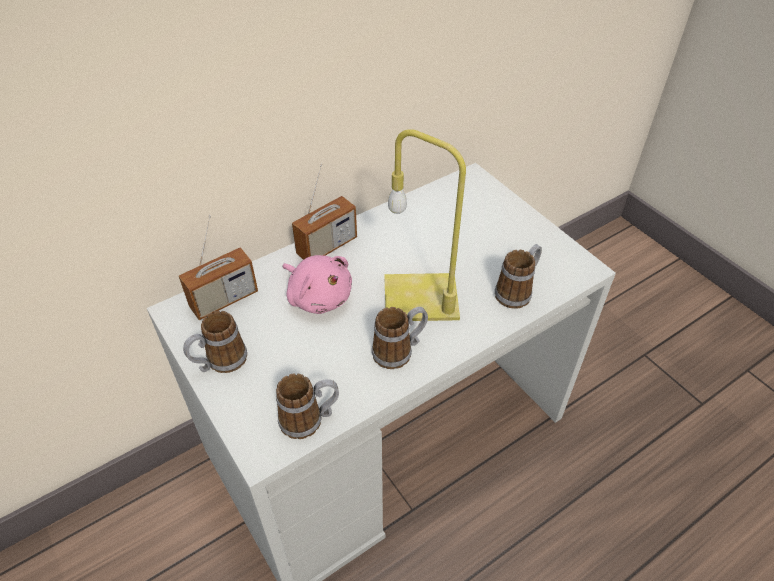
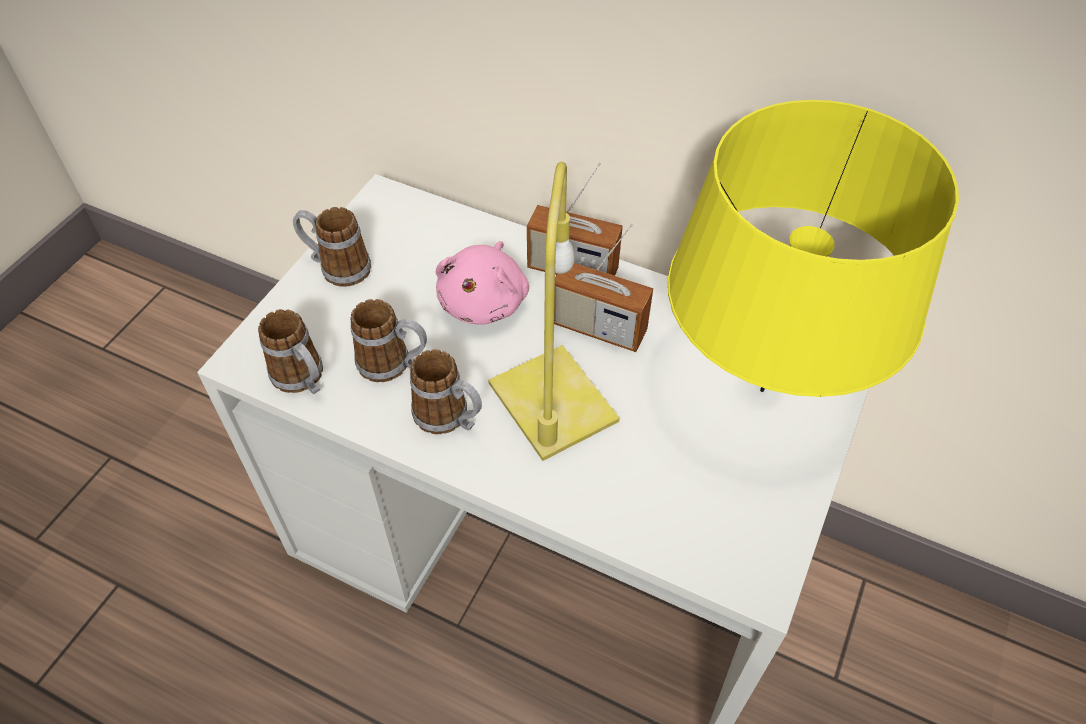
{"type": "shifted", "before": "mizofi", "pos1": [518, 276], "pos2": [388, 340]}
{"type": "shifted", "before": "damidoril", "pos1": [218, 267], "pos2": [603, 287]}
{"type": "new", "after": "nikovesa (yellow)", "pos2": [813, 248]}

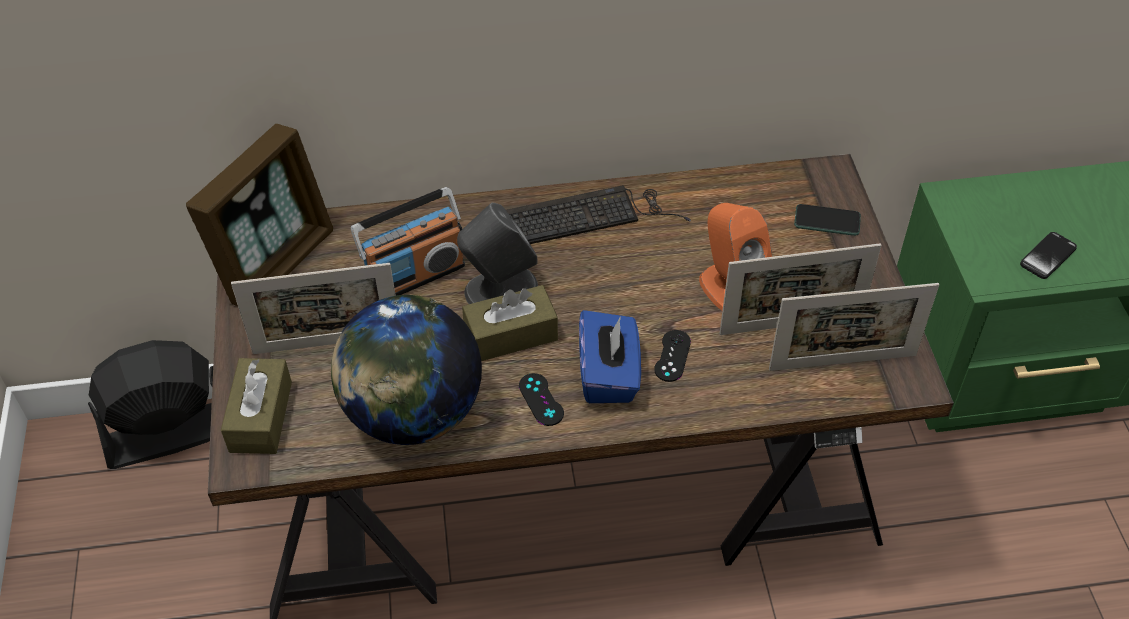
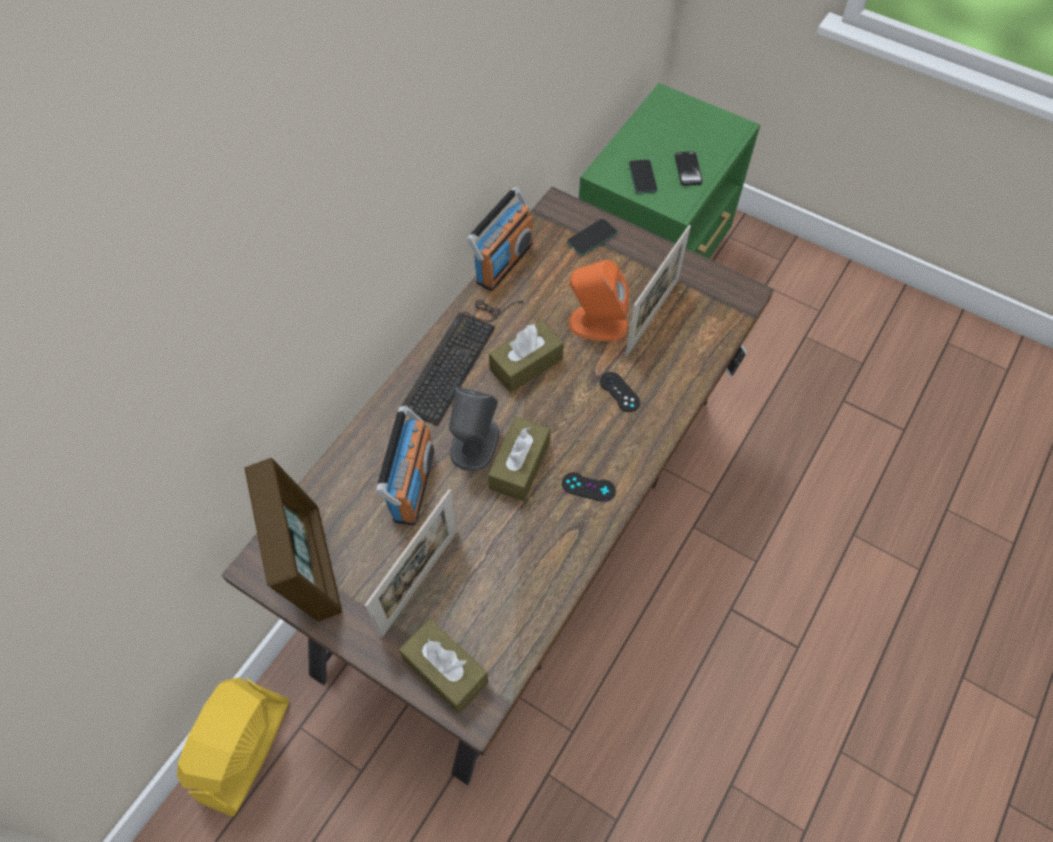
{"type": "repainted", "before": "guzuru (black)", "after": "guzuru (yellow)", "pos1": [150, 404], "pos2": [233, 747]}
{"type": "new", "after": "damidoril", "pos2": [500, 239]}
{"type": "new", "after": "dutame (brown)", "pos2": [526, 356]}
{"type": "new", "after": "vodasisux", "pos2": [643, 176]}
{"type": "gone", "before": "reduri", "pos1": [406, 370]}
{"type": "gone", "before": "dutame (blue)", "pos1": [610, 356]}
{"type": "gone", "before": "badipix", "pos1": [854, 327]}

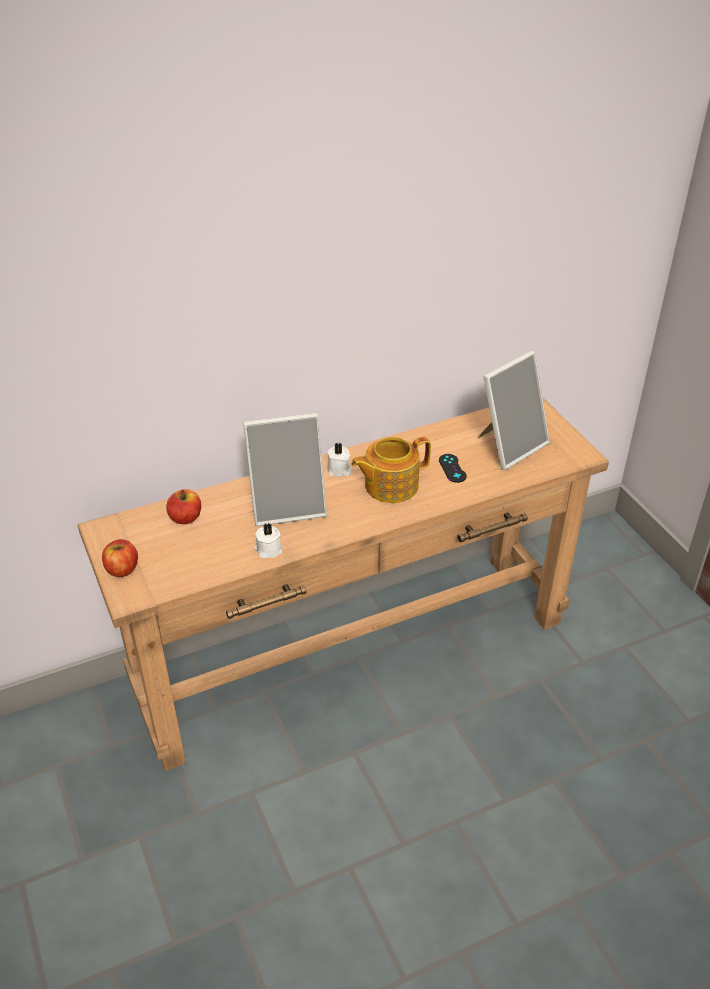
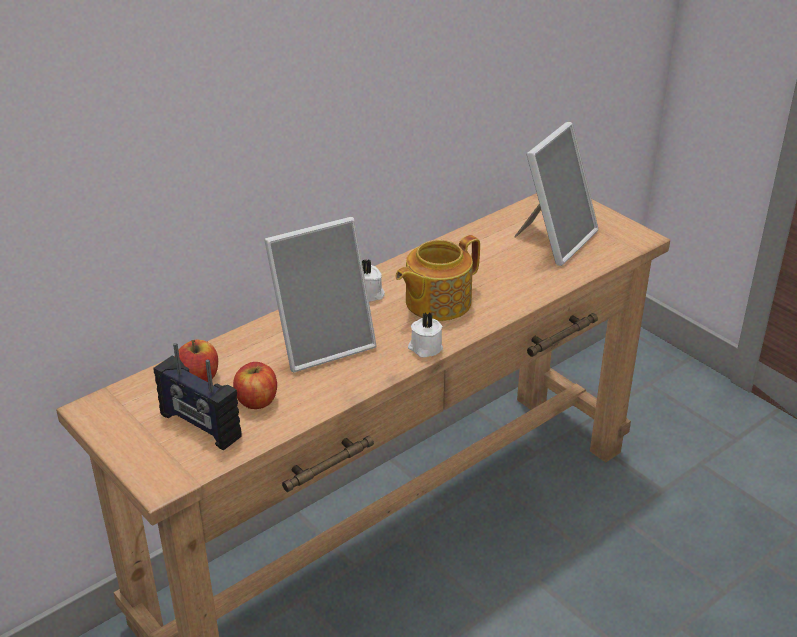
{"type": "new", "after": "damidoril", "pos2": [198, 396]}
{"type": "shifted", "before": "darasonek", "pos1": [120, 558], "pos2": [255, 385]}
{"type": "shifted", "before": "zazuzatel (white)", "pos1": [268, 540], "pos2": [425, 334]}
{"type": "gone", "before": "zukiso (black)", "pos1": [453, 468]}

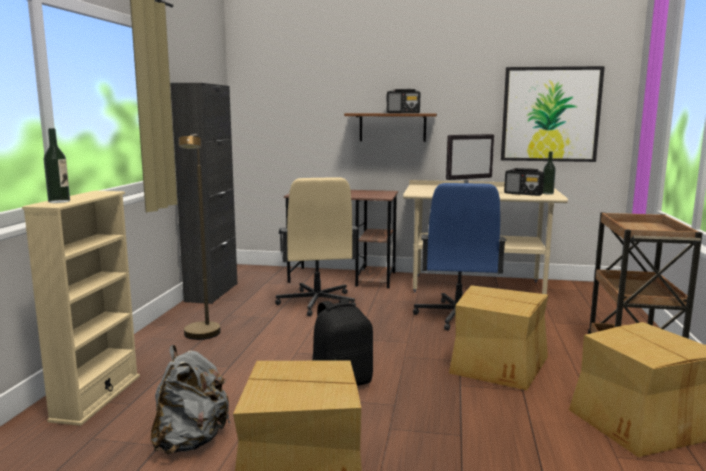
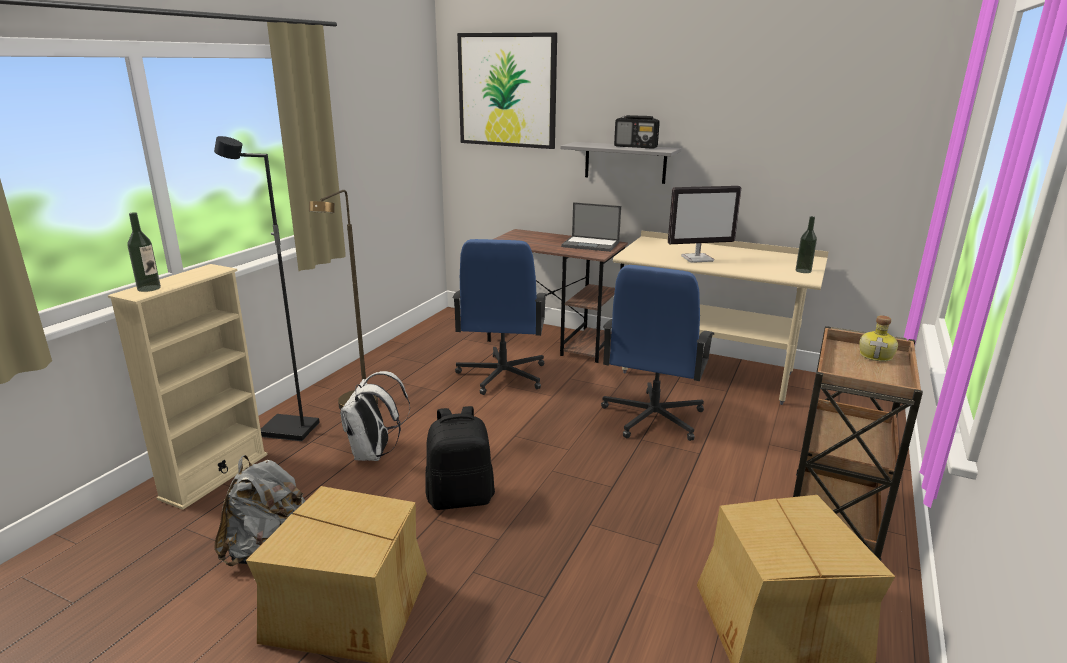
{"type": "new", "after": "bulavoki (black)", "pos2": [266, 288]}
{"type": "new", "after": "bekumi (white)", "pos2": [375, 416]}
{"type": "repainted", "before": "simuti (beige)", "after": "simuti (blue)", "pos1": [316, 246], "pos2": [499, 317]}
{"type": "shifted", "before": "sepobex", "pos1": [553, 114], "pos2": [507, 90]}
{"type": "repainted", "before": "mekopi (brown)", "after": "mekopi (grey)", "pos1": [390, 127], "pos2": [620, 163]}
{"type": "new", "after": "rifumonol", "pos2": [591, 227]}
{"type": "new", "after": "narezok", "pos2": [878, 338]}
{"type": "gone", "before": "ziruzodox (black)", "pos1": [203, 193]}
{"type": "gone", "before": "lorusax", "pos1": [498, 337]}
{"type": "gone", "before": "damidoril", "pos1": [524, 182]}

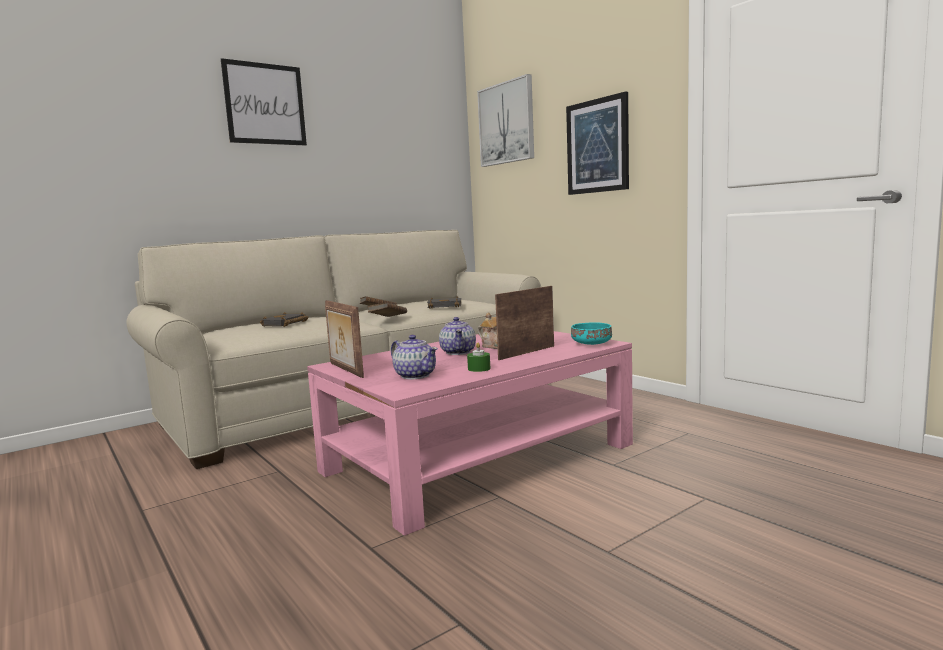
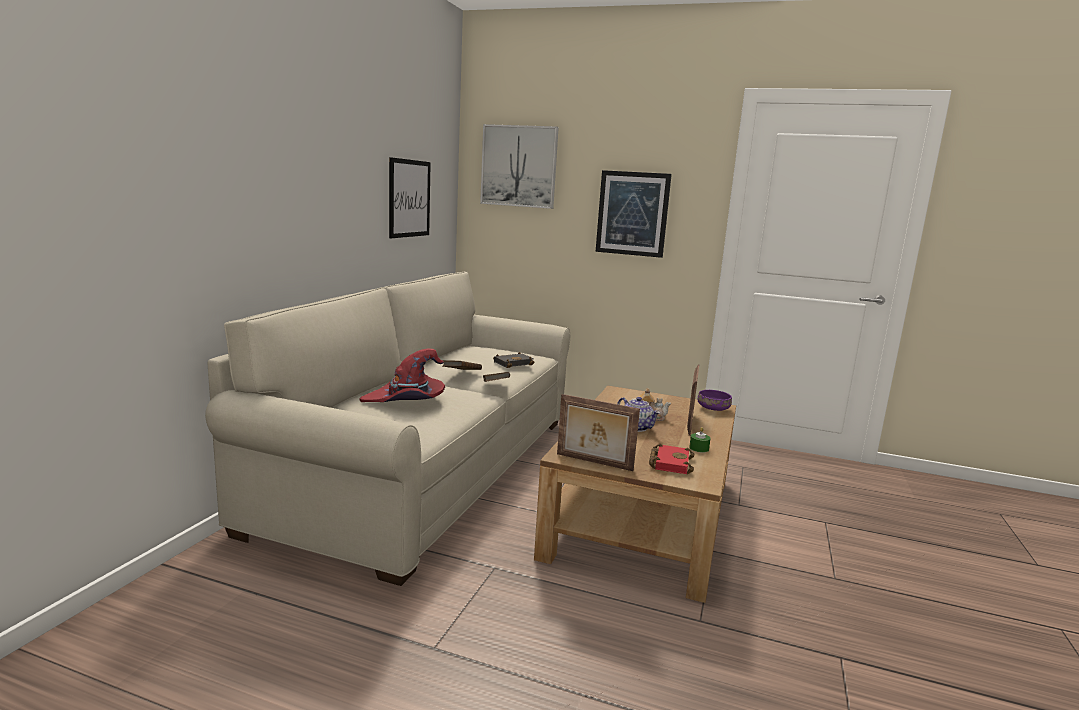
{"type": "swapped", "before": "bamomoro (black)", "after": "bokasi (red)", "pos1": [284, 319], "pos2": [402, 375]}
{"type": "shifted", "before": "sepobex", "pos1": [264, 102], "pos2": [410, 197]}
{"type": "repainted", "before": "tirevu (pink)", "after": "tirevu (brown)", "pos1": [470, 433], "pos2": [635, 494]}
{"type": "swapped", "before": "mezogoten", "after": "bamomoro (red)", "pos1": [414, 357], "pos2": [671, 459]}
{"type": "repainted", "before": "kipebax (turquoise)", "after": "kipebax (purple)", "pos1": [591, 333], "pos2": [715, 400]}

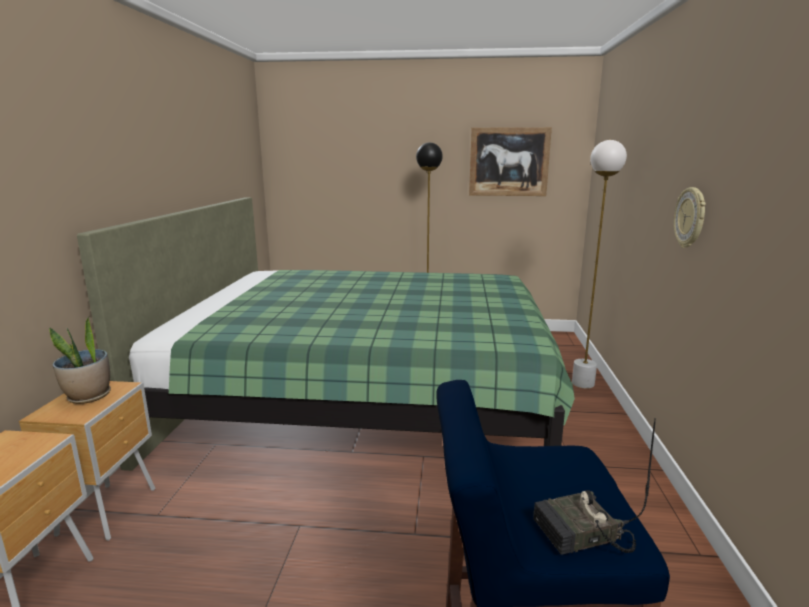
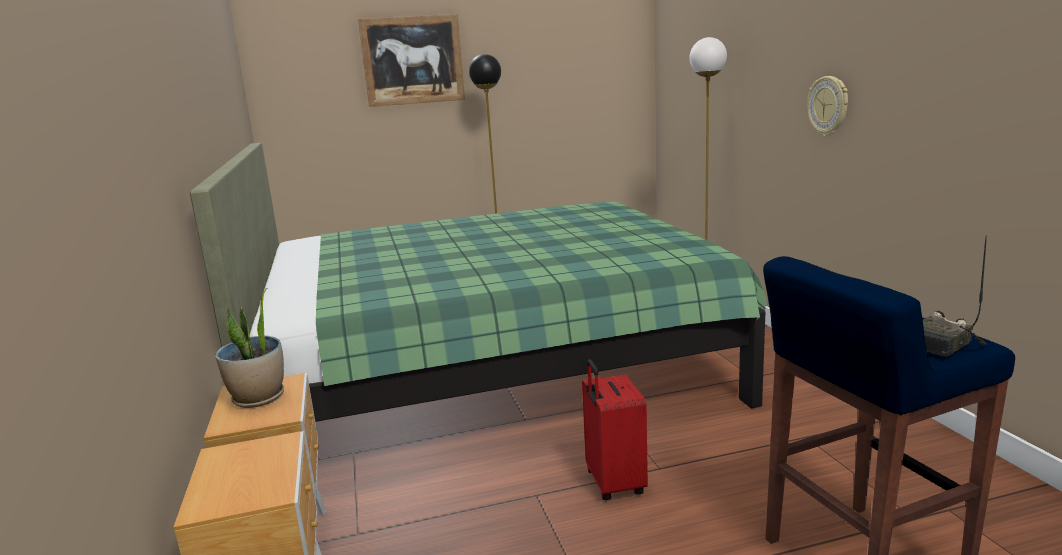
{"type": "shifted", "before": "sepobex", "pos1": [510, 161], "pos2": [411, 60]}
{"type": "new", "after": "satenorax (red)", "pos2": [615, 429]}

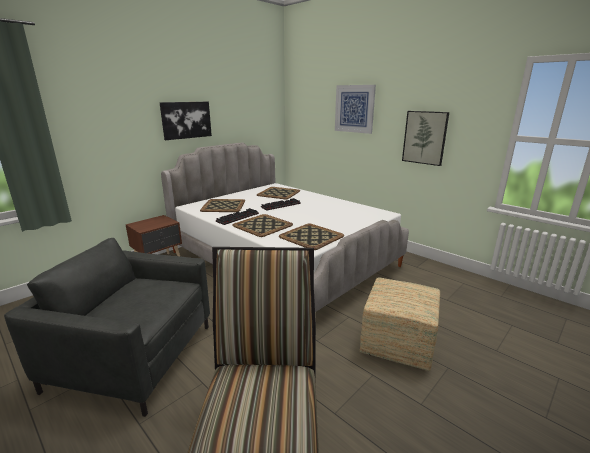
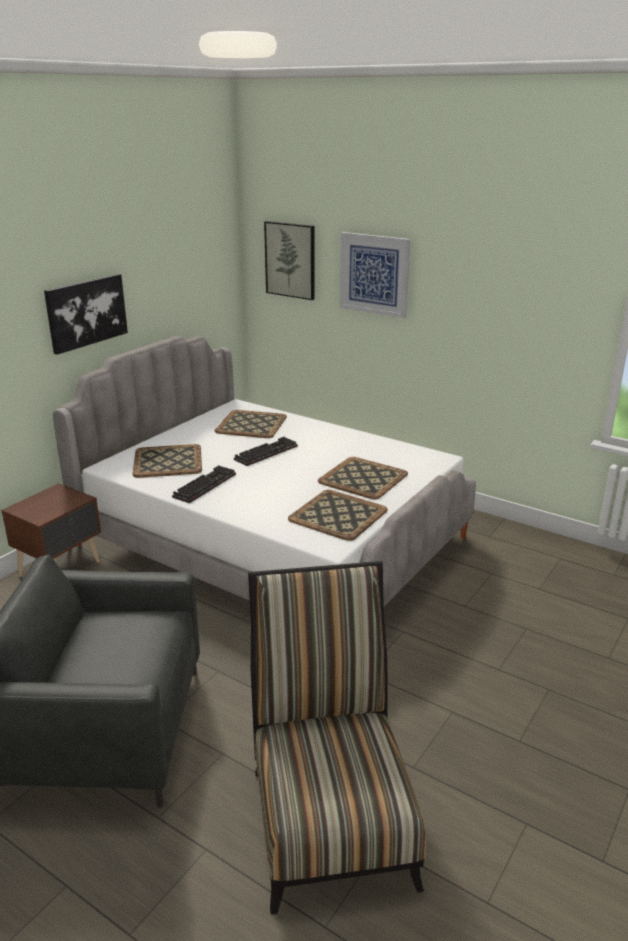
{"type": "shifted", "before": "sepobex", "pos1": [425, 138], "pos2": [289, 260]}
{"type": "shifted", "before": "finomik", "pos1": [262, 225], "pos2": [363, 478]}
{"type": "gone", "before": "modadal", "pos1": [400, 324]}

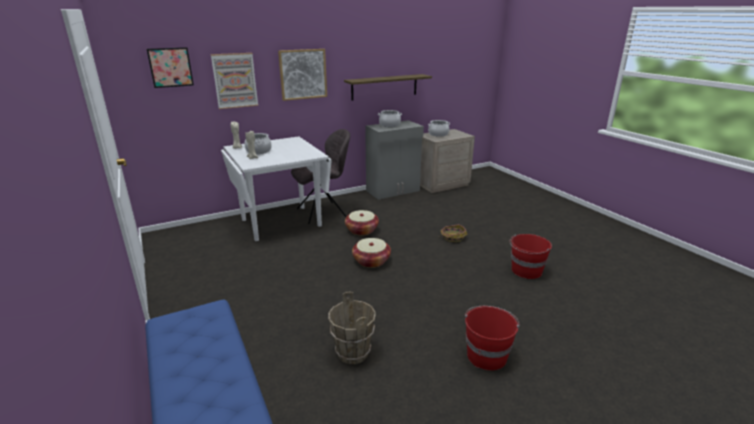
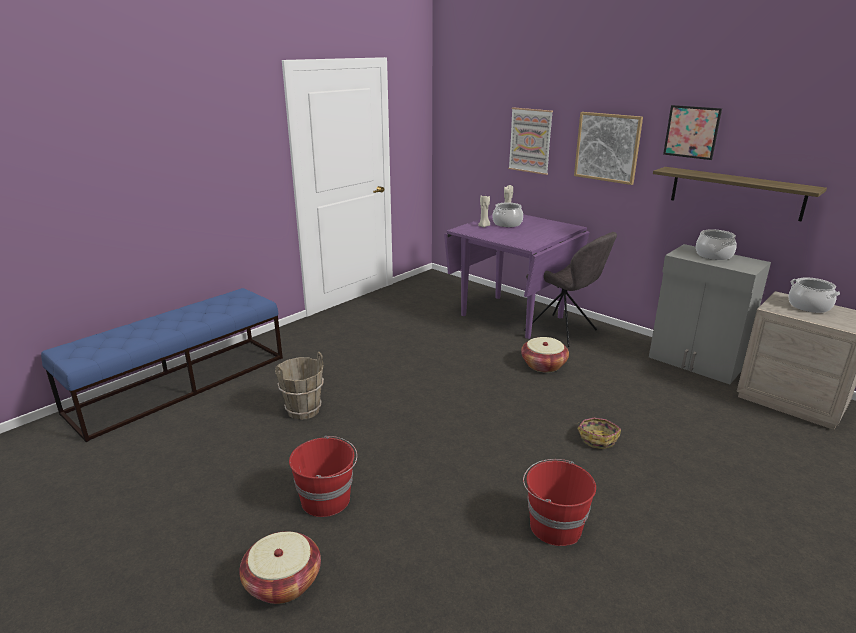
{"type": "shifted", "before": "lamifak", "pos1": [371, 253], "pos2": [280, 567]}
{"type": "repainted", "before": "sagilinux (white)", "after": "sagilinux (purple)", "pos1": [276, 188], "pos2": [516, 276]}
{"type": "shifted", "before": "sepobex", "pos1": [170, 67], "pos2": [692, 132]}

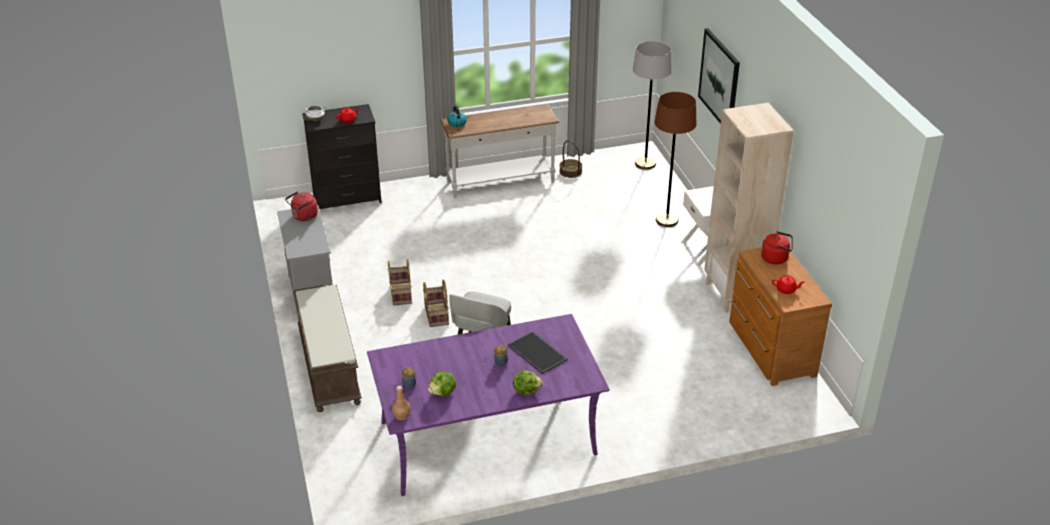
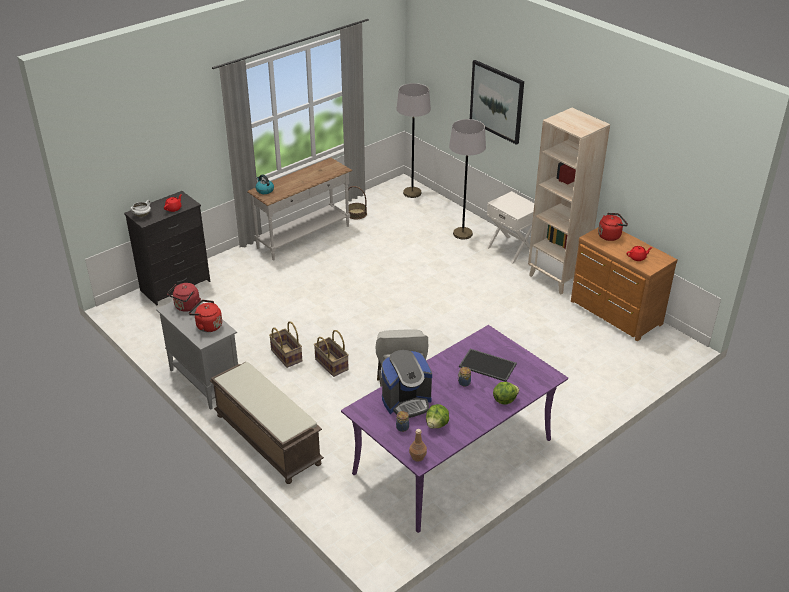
{"type": "new", "after": "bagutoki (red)", "pos2": [205, 316]}
{"type": "new", "after": "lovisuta", "pos2": [406, 384]}
{"type": "repainted", "before": "bulavoki (brown)", "after": "bulavoki (grey)", "pos1": [675, 159], "pos2": [467, 179]}

